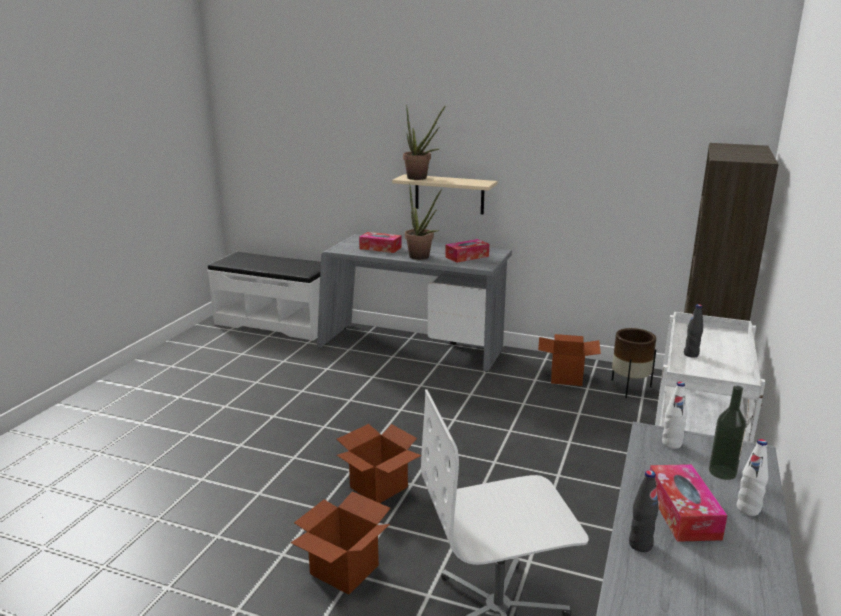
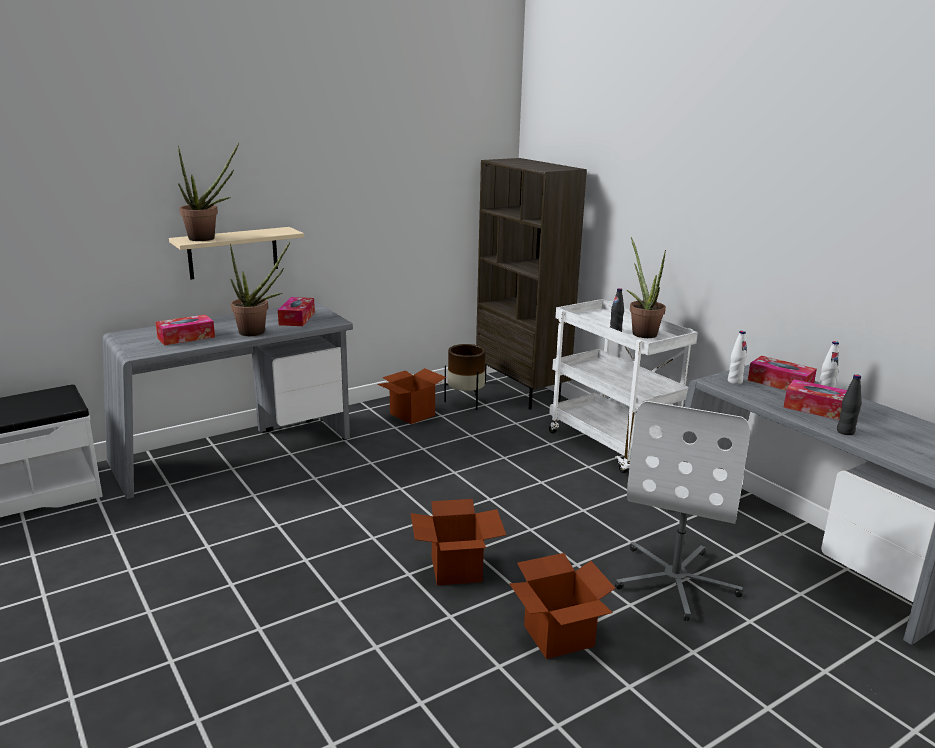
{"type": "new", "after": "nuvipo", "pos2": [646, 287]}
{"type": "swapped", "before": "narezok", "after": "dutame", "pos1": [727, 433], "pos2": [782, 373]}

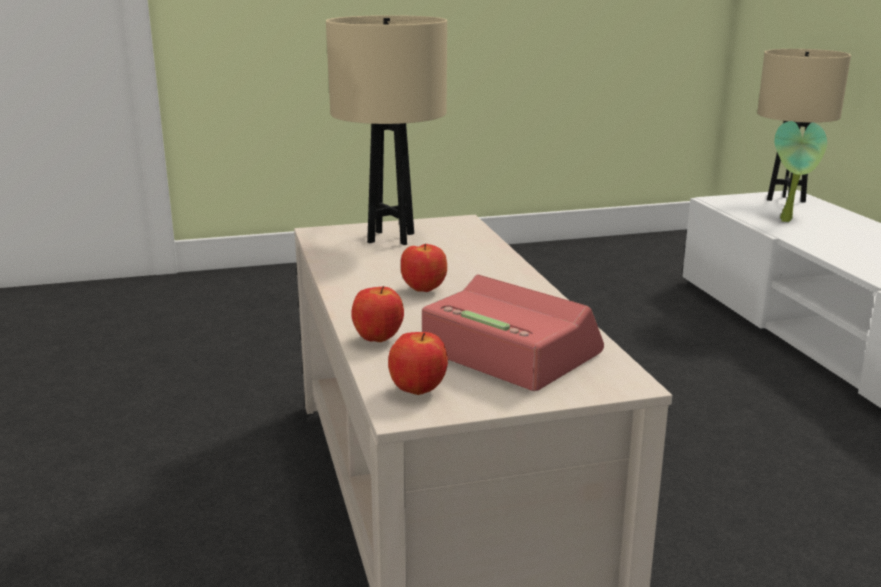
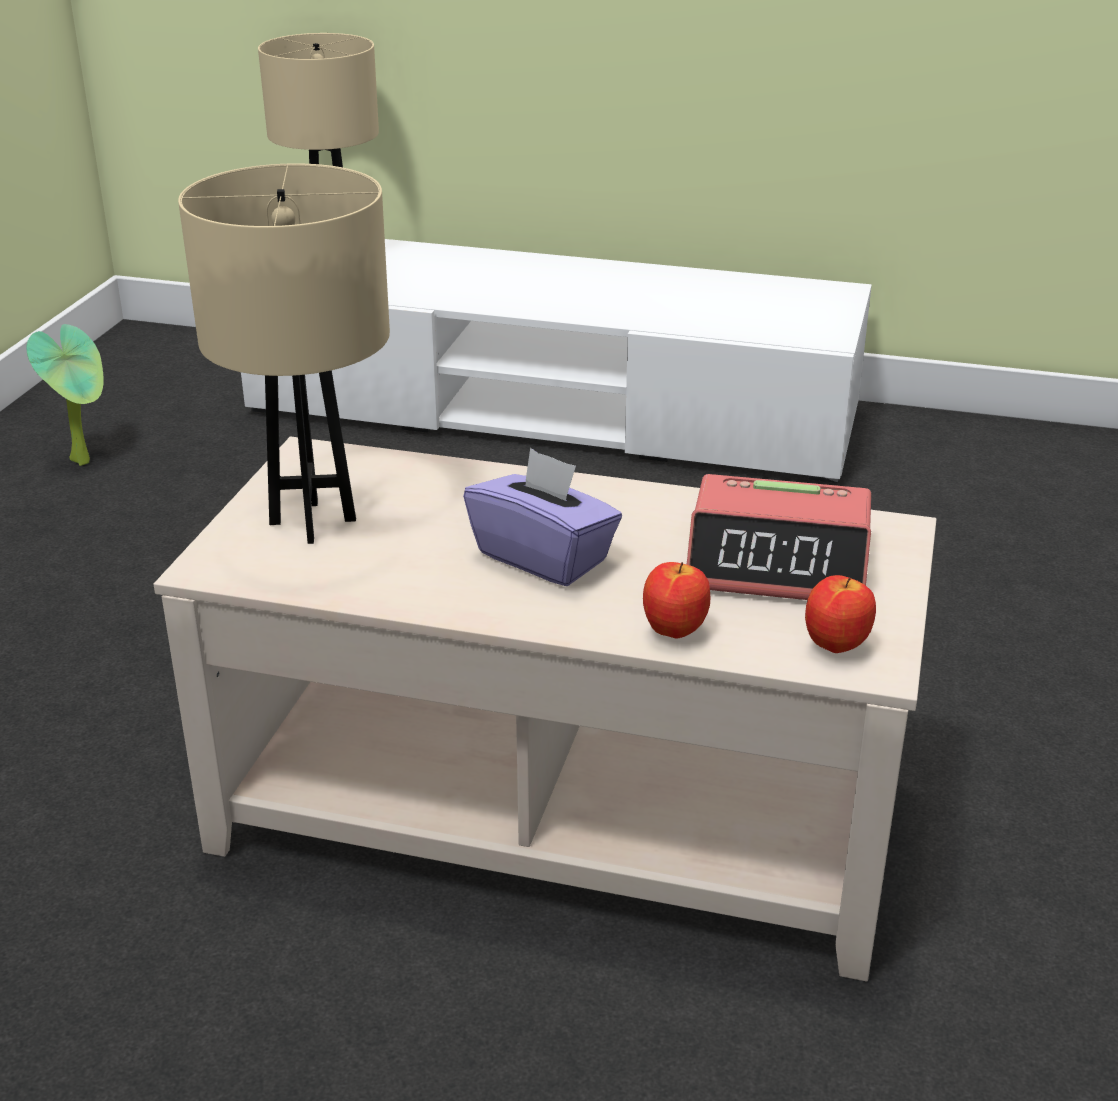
{"type": "shifted", "before": "nuvipo", "pos1": [800, 171], "pos2": [65, 395]}
{"type": "swapped", "before": "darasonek", "after": "dutame (purple)", "pos1": [424, 268], "pos2": [542, 517]}
{"type": "rotated", "before": "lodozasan", "pos1": [513, 332], "pos2": [779, 537], "turn": -150}

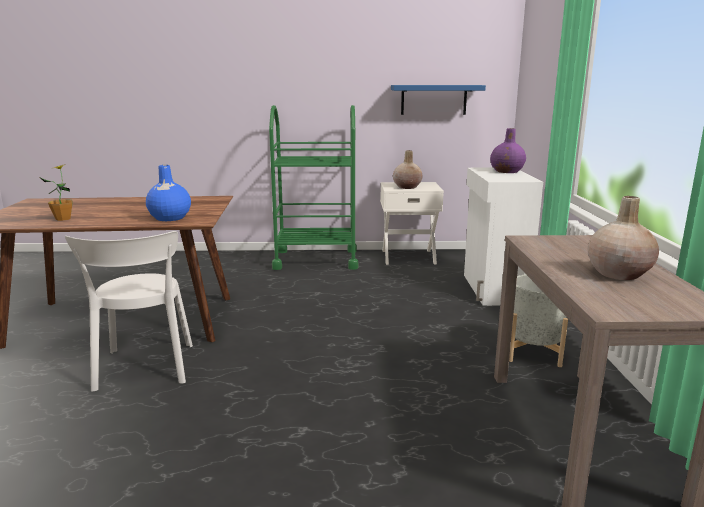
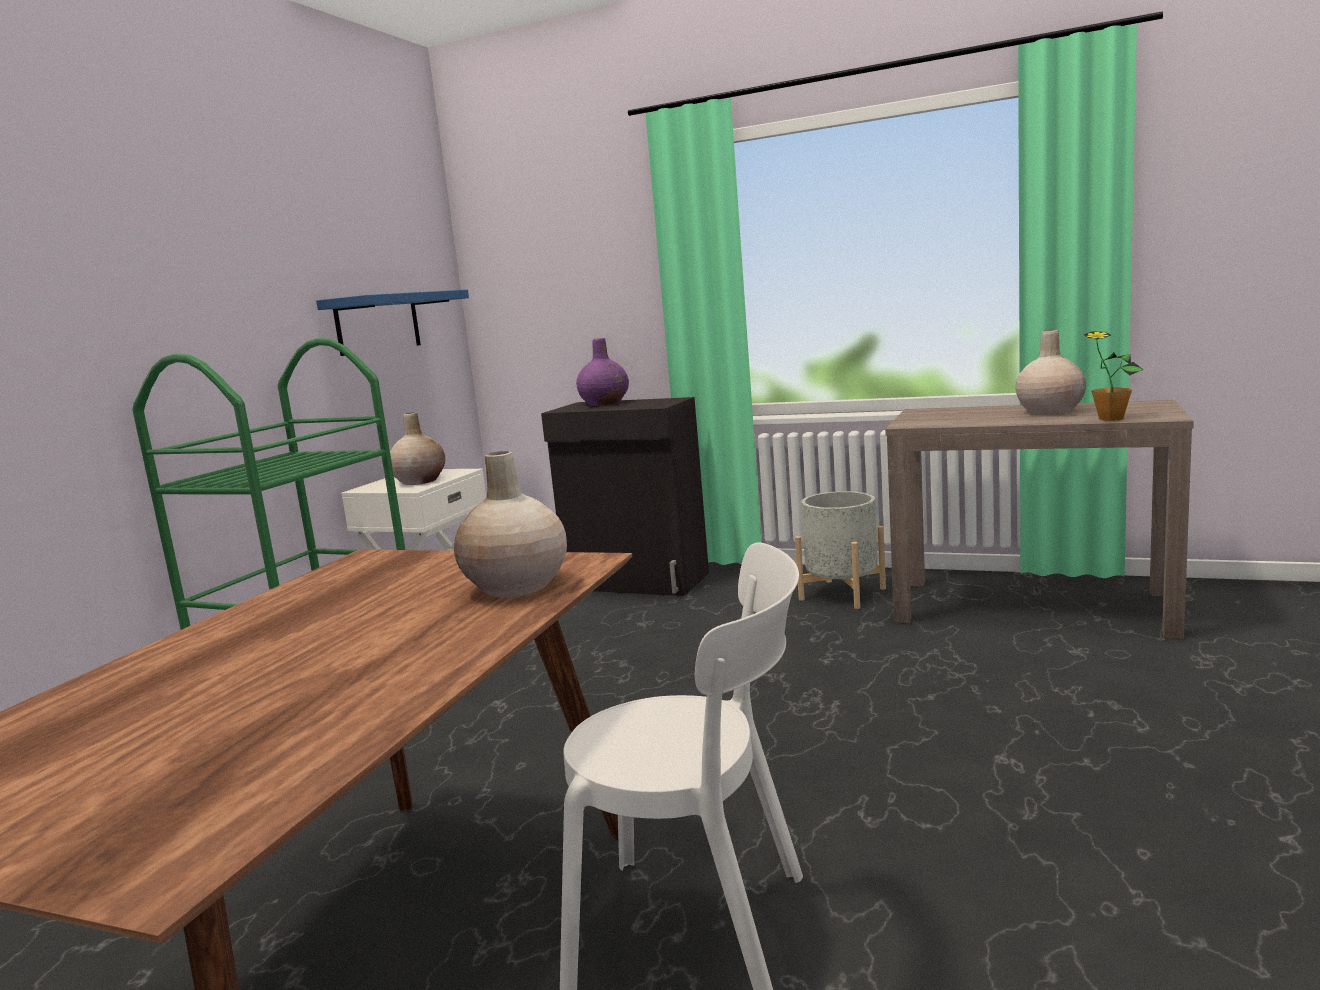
{"type": "repainted", "before": "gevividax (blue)", "after": "gevividax (beige)", "pos1": [168, 193], "pos2": [510, 524]}
{"type": "repainted", "before": "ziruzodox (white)", "after": "ziruzodox (black)", "pos1": [503, 237], "pos2": [625, 496]}
{"type": "shifted", "before": "nuvipo", "pos1": [57, 192], "pos2": [1113, 376]}

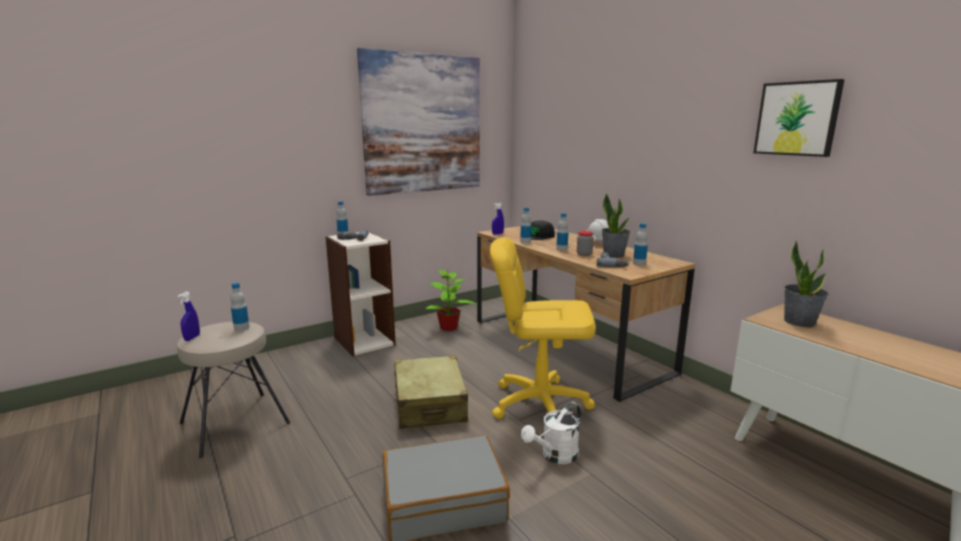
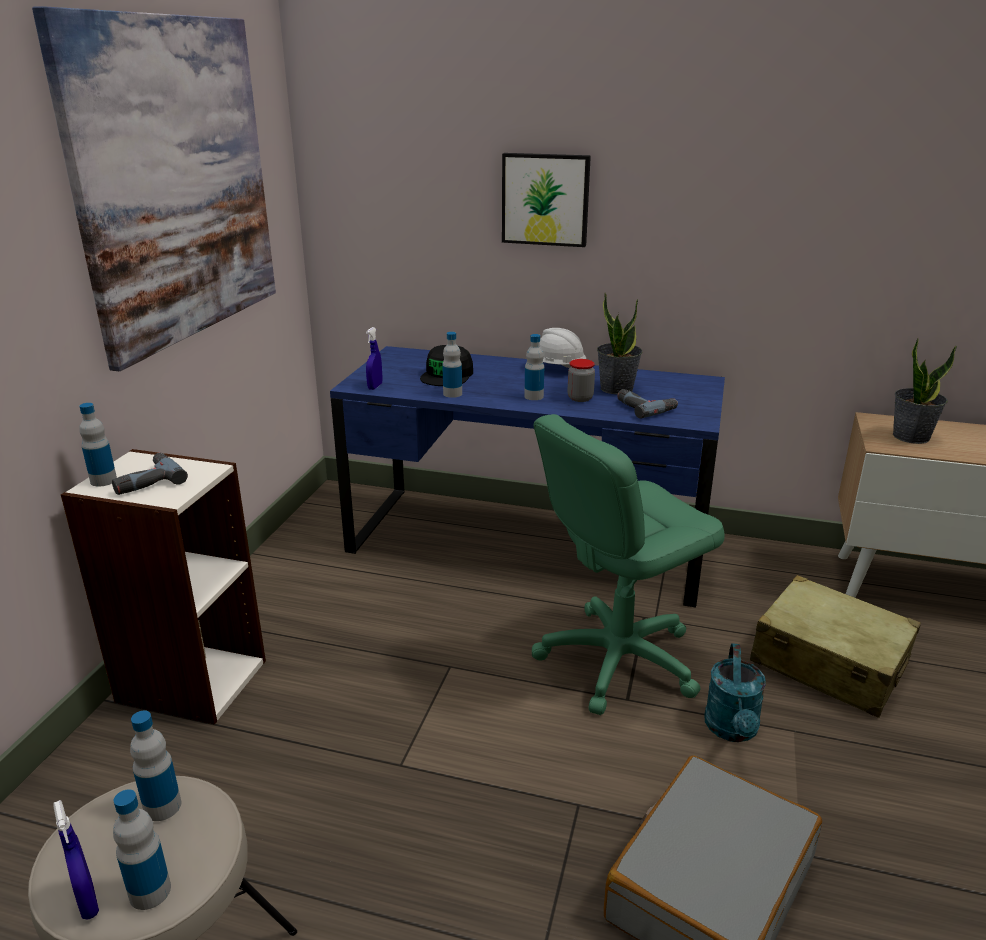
{"type": "shifted", "before": "narezok", "pos1": [640, 244], "pos2": [142, 849]}
{"type": "repainted", "before": "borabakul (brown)", "after": "borabakul (blue)", "pos1": [586, 314], "pos2": [527, 476]}
{"type": "shifted", "before": "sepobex", "pos1": [799, 118], "pos2": [546, 200]}
{"type": "repainted", "before": "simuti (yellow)", "after": "simuti (green)", "pos1": [543, 328], "pos2": [628, 564]}
{"type": "repainted", "before": "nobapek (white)", "after": "nobapek (turquoise)", "pos1": [551, 433], "pos2": [735, 692]}
{"type": "shifted", "before": "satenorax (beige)", "pos1": [431, 392], "pos2": [835, 646]}
{"type": "gone", "before": "nuvipo", "pos1": [450, 300]}

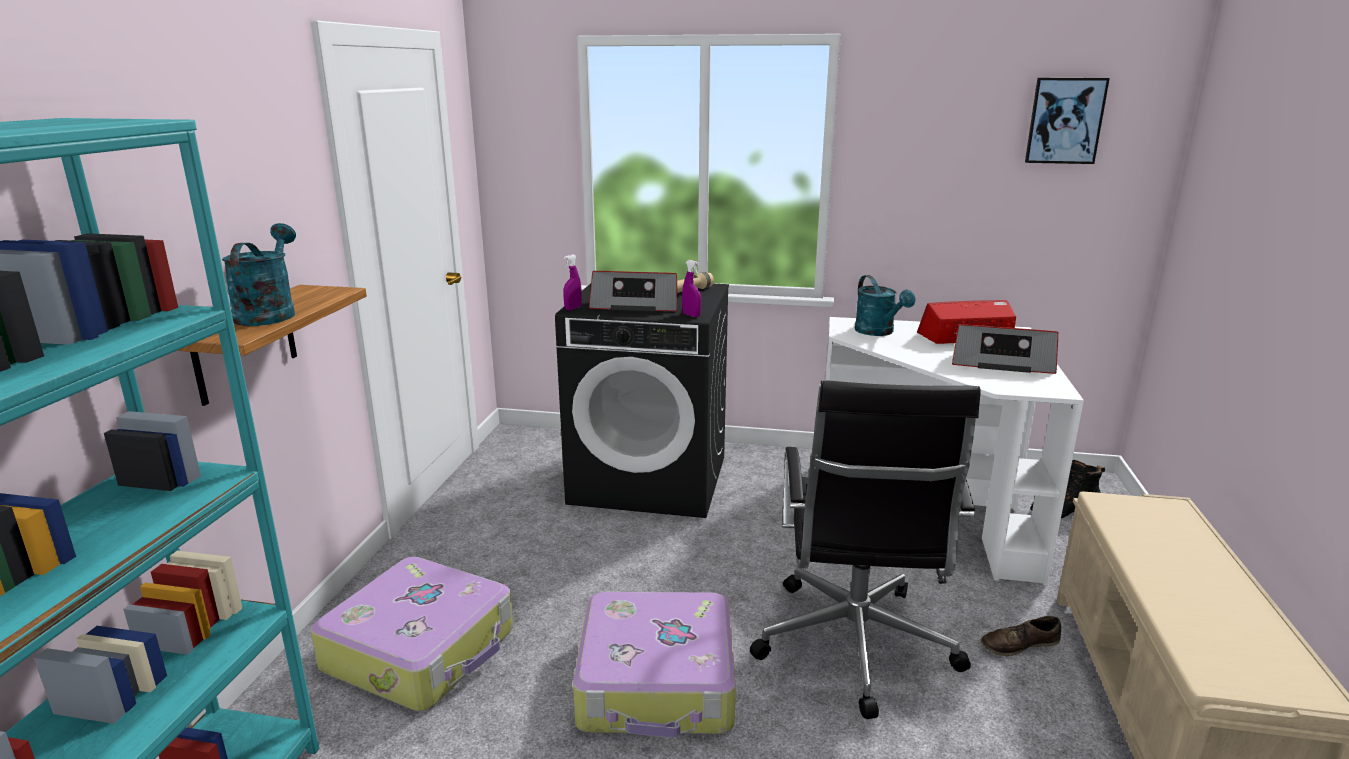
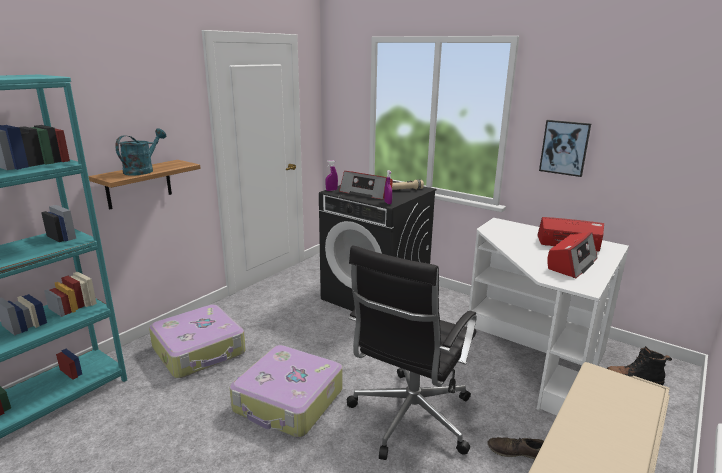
{"type": "shifted", "before": "sepobex", "pos1": [1067, 121], "pos2": [565, 148]}
{"type": "rotated", "before": "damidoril", "pos1": [1005, 349], "pos2": [572, 255], "turn": -90}
{"type": "gone", "before": "nobapek (turquoise)", "pos1": [884, 305]}

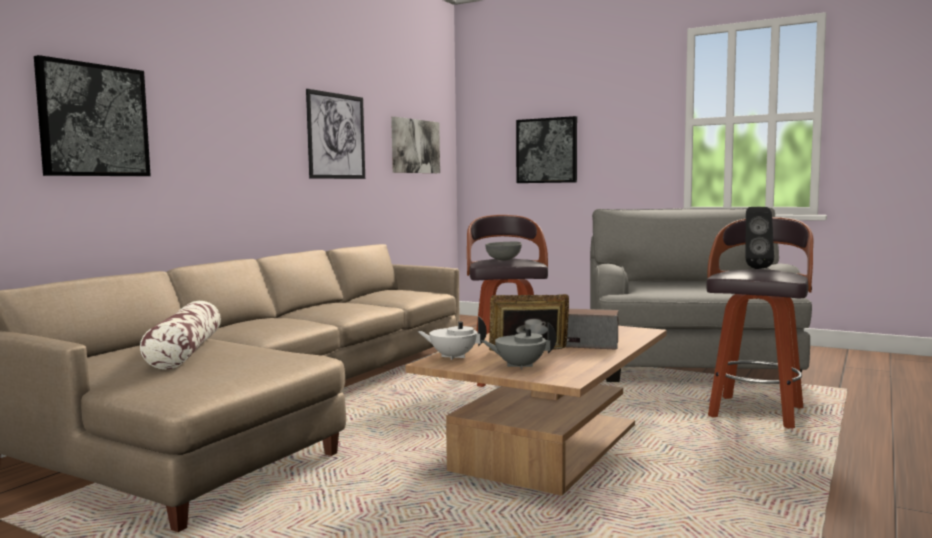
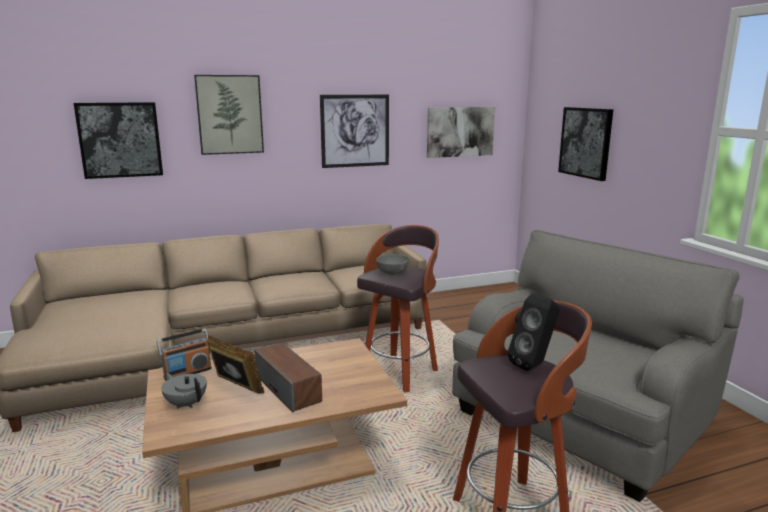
{"type": "swapped", "before": "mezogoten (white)", "after": "damidoril", "pos1": [452, 338], "pos2": [184, 354]}
{"type": "new", "after": "sepobex", "pos2": [229, 115]}
{"type": "gone", "before": "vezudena", "pos1": [180, 335]}

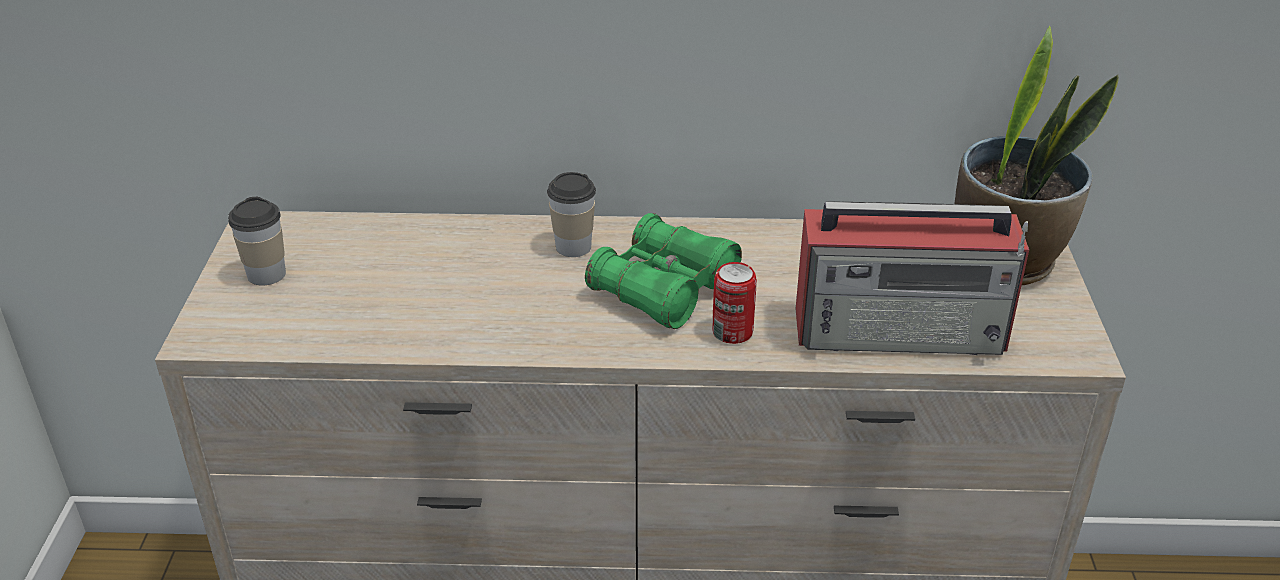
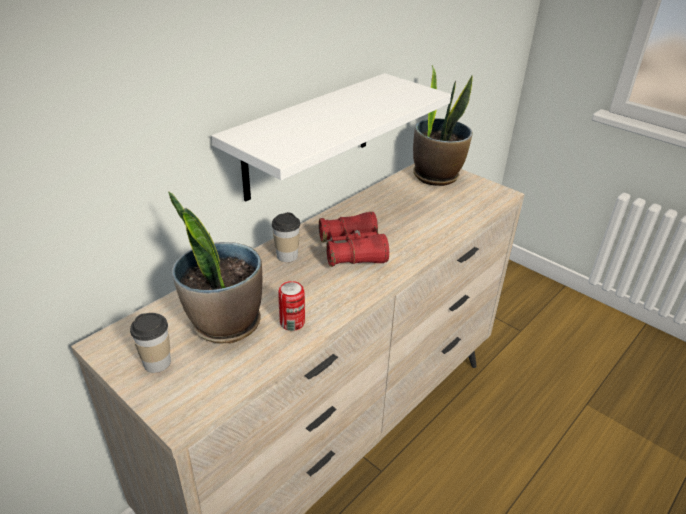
{"type": "new", "after": "nuvipo", "pos2": [215, 268]}
{"type": "new", "after": "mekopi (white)", "pos2": [331, 137]}
{"type": "shifted", "before": "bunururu", "pos1": [734, 303], "pos2": [291, 306]}
{"type": "repainted", "before": "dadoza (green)", "after": "dadoza (red)", "pos1": [663, 271], "pos2": [354, 239]}
{"type": "gone", "before": "damidoril", "pos1": [912, 278]}

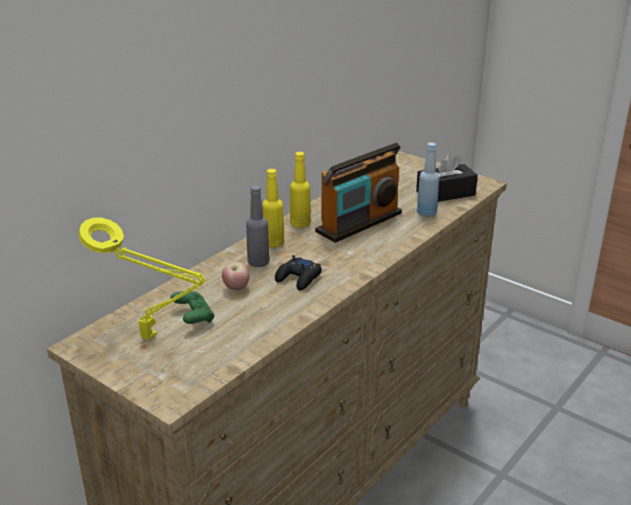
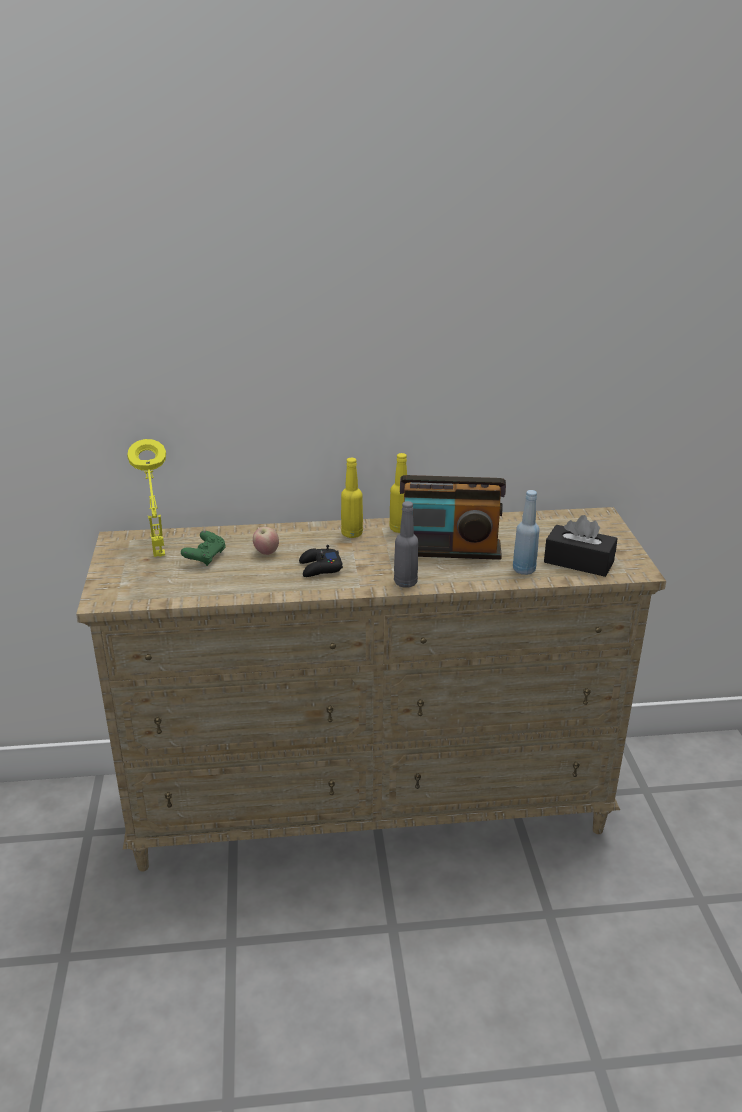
{"type": "shifted", "before": "narezok (grey)", "pos1": [258, 226], "pos2": [406, 544]}

